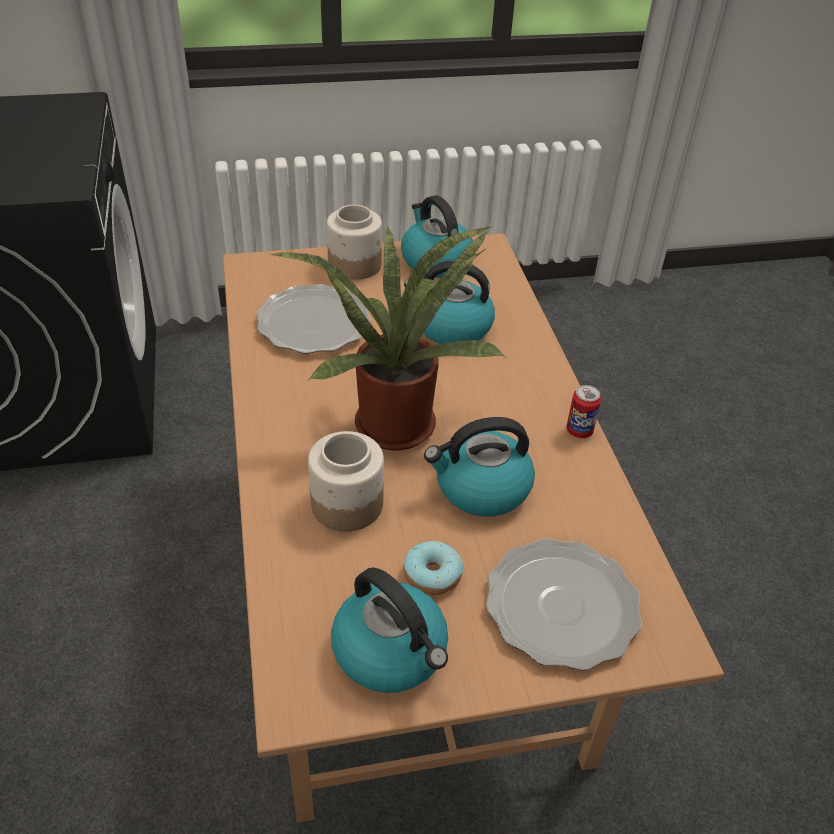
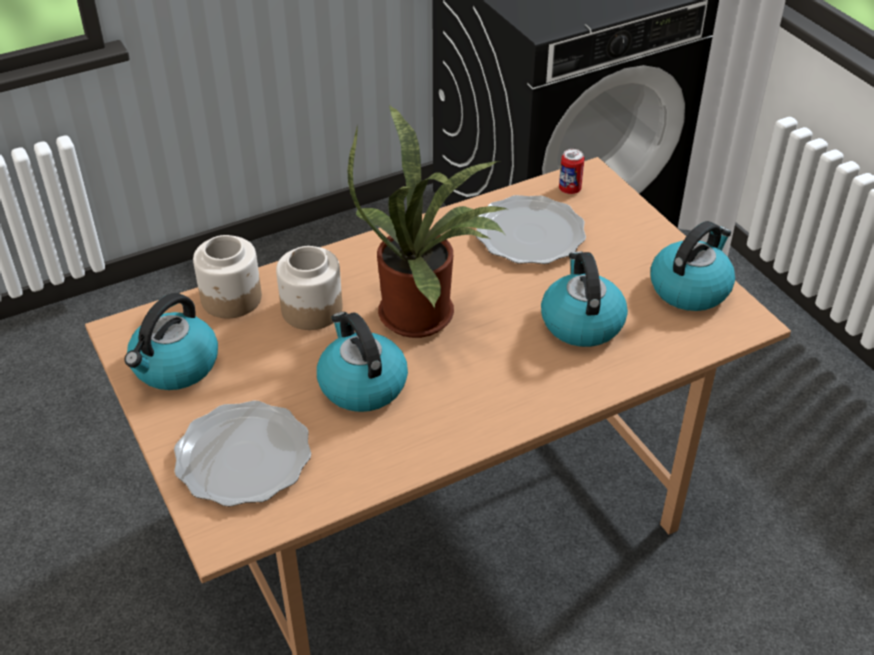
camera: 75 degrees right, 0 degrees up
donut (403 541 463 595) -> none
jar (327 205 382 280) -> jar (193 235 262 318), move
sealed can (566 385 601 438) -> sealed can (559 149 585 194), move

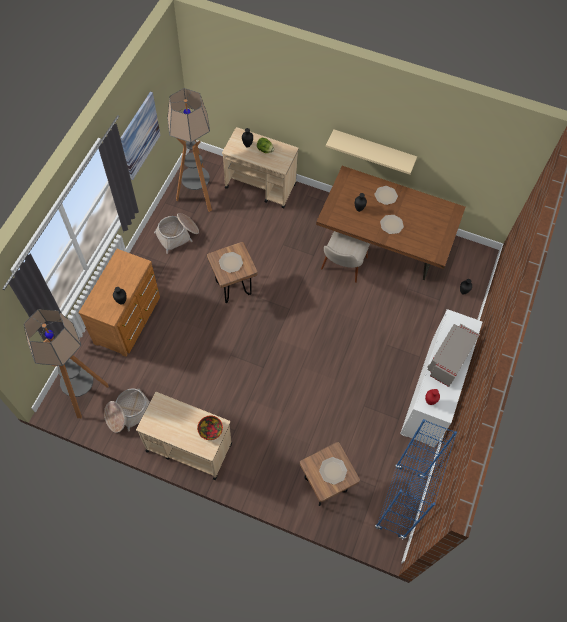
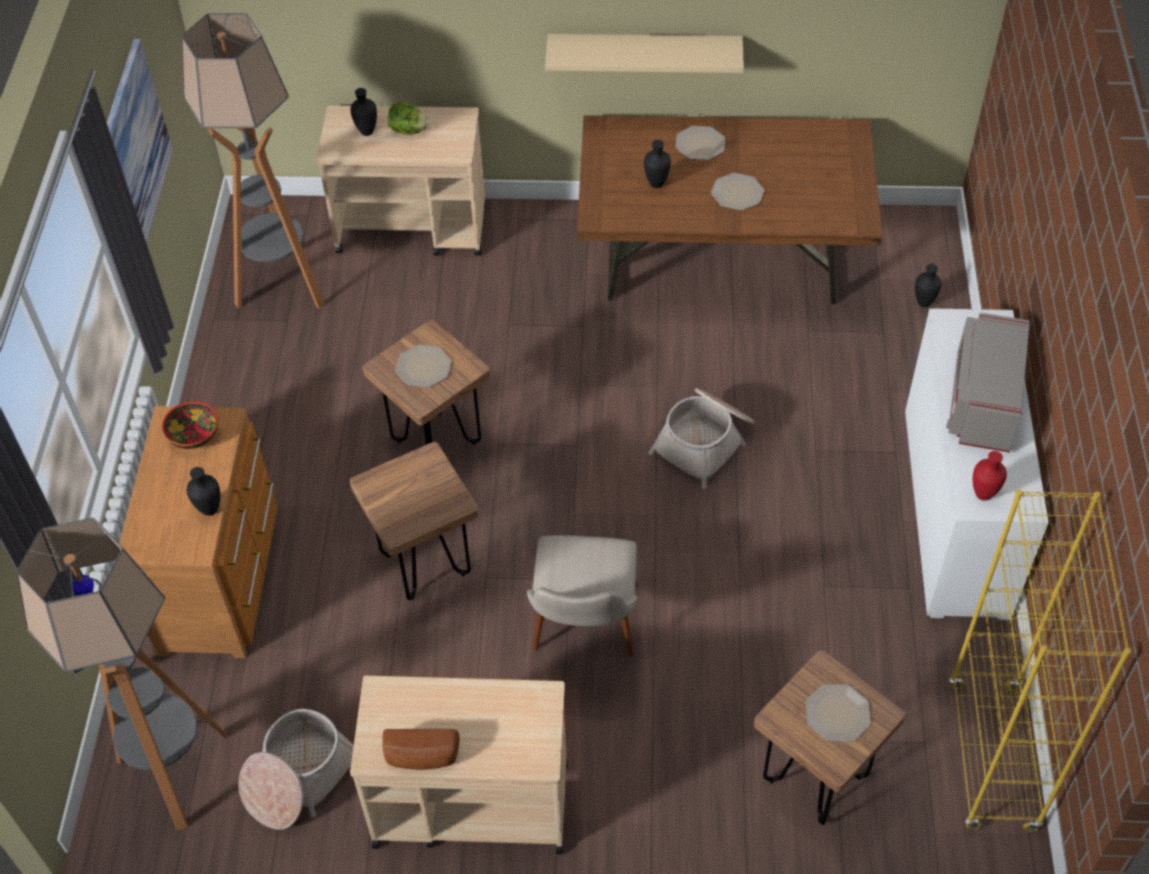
camera: 15 degrees left, 10 degrees down
none -> brown-coloured sitting stool (350 442 479 600)
none -> bakery bread (382 729 459 770)
household basket (154 213 199 254) -> household basket (648 388 754 489), move
bowl (197 416 223 440) -> bowl (162 401 218 449), move
beige-coloured plain chair (321 231 370 283) -> beige-coloured plain chair (527 535 637 656), move
blue-coloured bookcase (375 419 457 539) -> yellow-coloured bookcase (949 490 1131 832)

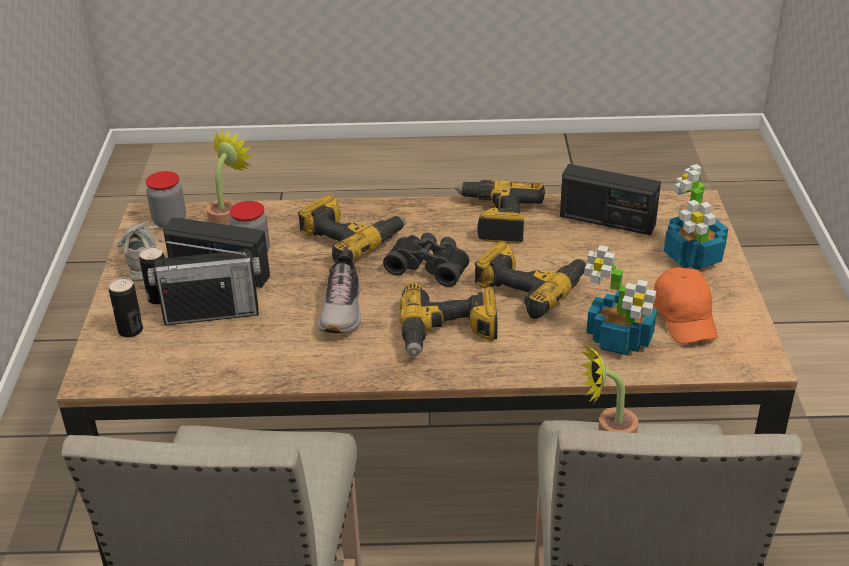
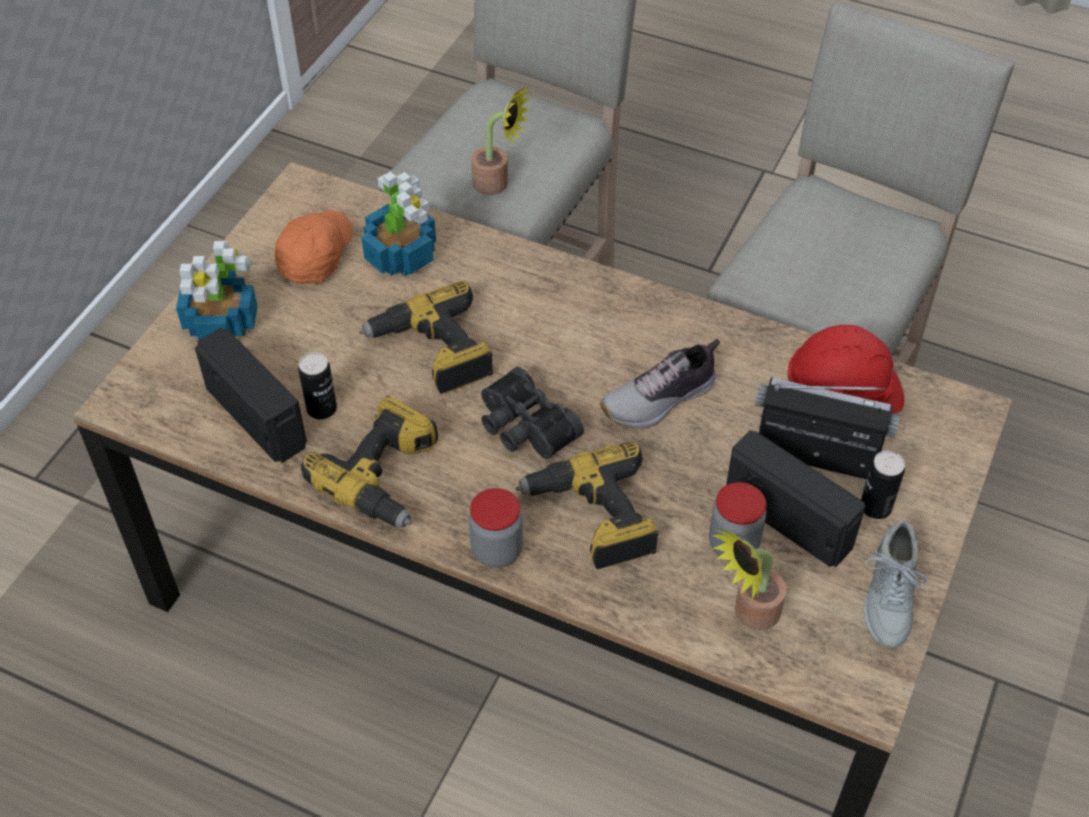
camera: 155 degrees left, 15 degrees up
drill (399 282 498 357) -> none
none -> reddish hard hat (787 325 904 413)
sealed can (109 278 143 337) -> sealed can (298 352 337 419), move
jar (146 171 186 228) -> jar (469 488 523 568), move
item of footwear (318 247 361 333) -> item of footwear (600 339 720 429), 150 degrees counterclockwise

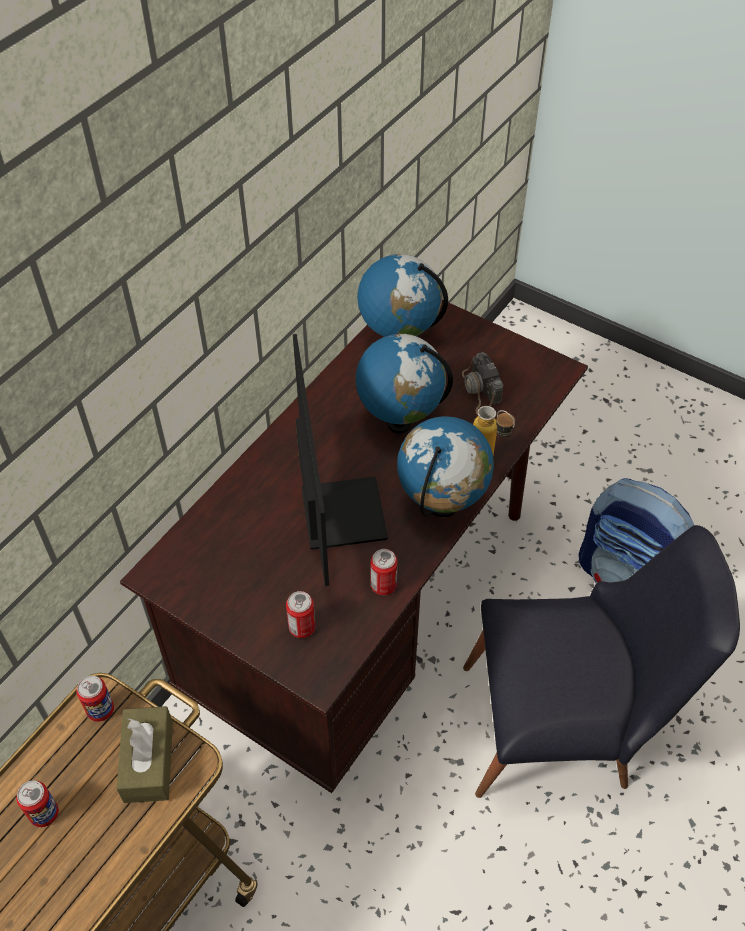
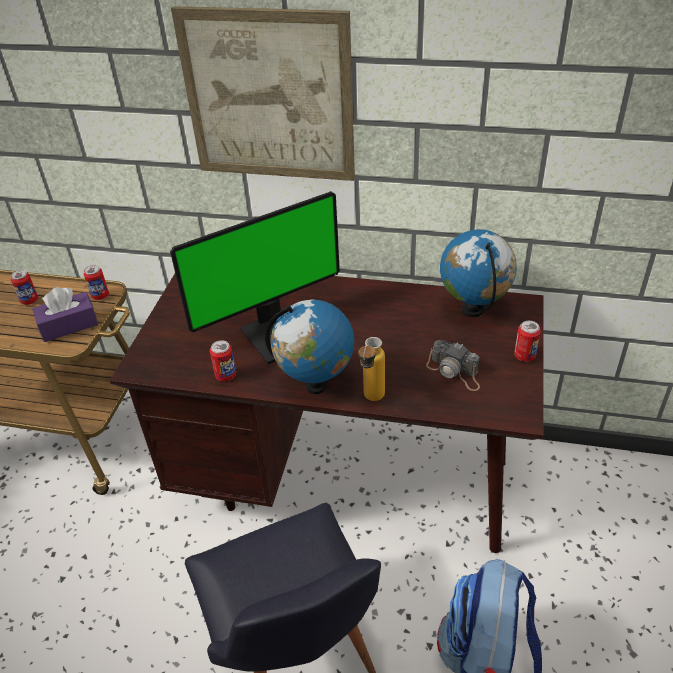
camera: 70 degrees right, 10 degrees down
desk globe (356 334 453 434) -> none
none -> wall art (171 6 355 181)
sealed can (286 591 316 638) -> sealed can (514 321 541 362), move
brown-coloured tissue holder (116 706 173 803) -> purplish tissue holder (32 287 98 342)
still camera (462 352 503 415) -> still camera (426 340 480 391), 105 degrees counterclockwise

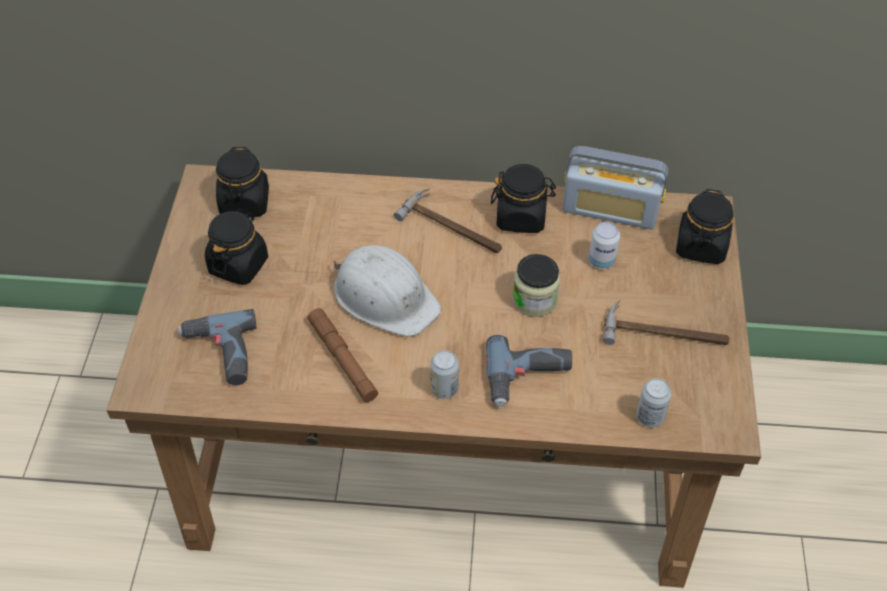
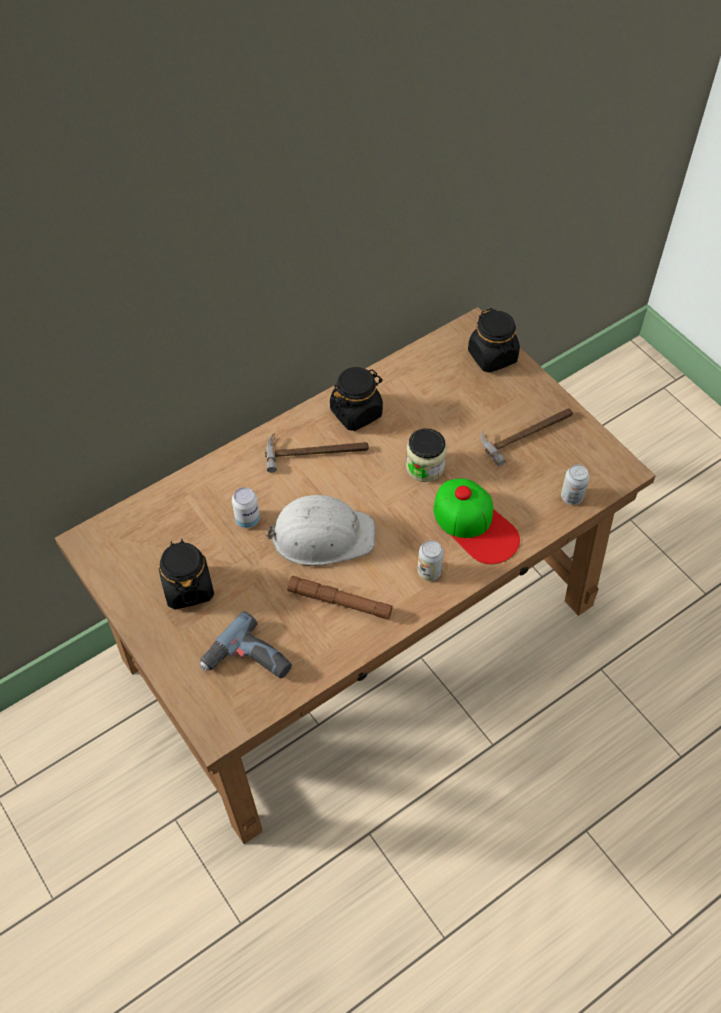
camera: 40 degrees left, 5 degrees up
blackish jar (216 147 269 218) -> none
radio set (562 146 668 229) -> none
sealed can (589 222 620 269) -> sealed can (232 487 260 528), move
drill (486 335 572 407) -> cap (433 479 520 564)

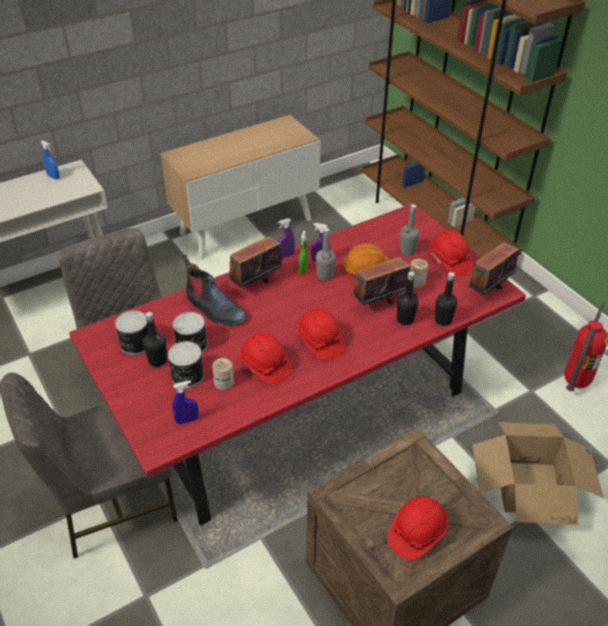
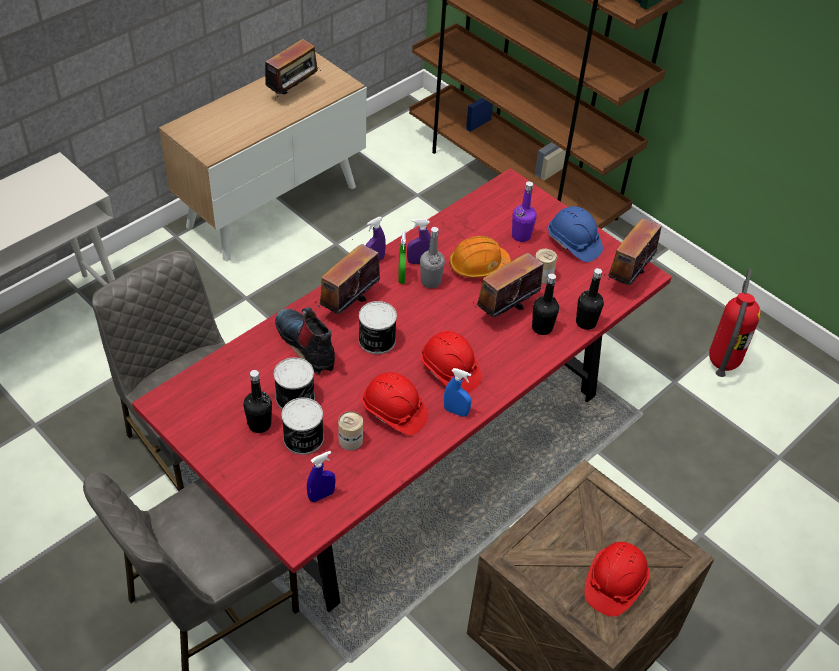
camera: 15 degrees left, 5 degrees up
cardboard box (472 422 604 525) -> none
none -> radio set (259 39 321 100)
blue-coloured hand sprayer (41 140 60 179) -> blue-coloured hand sprayer (444 368 471 417), move
sealed can (115 310 149 355) -> sealed can (359 301 397 354), move
grey bottle (400 204 420 256) -> purplish bottle (512 181 537 242)
reddish hard hat (429 230 472 276) -> blue-coloured hard hat (548 206 603 262)
high-top boot (182 255 246 326) -> high-top boot (275 307 335 374), 150 degrees counterclockwise

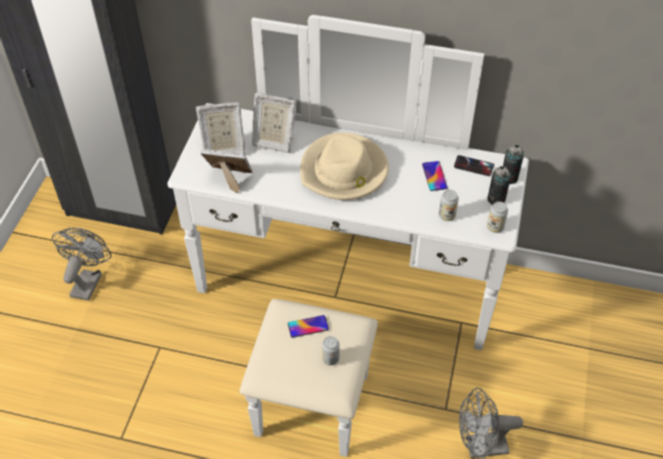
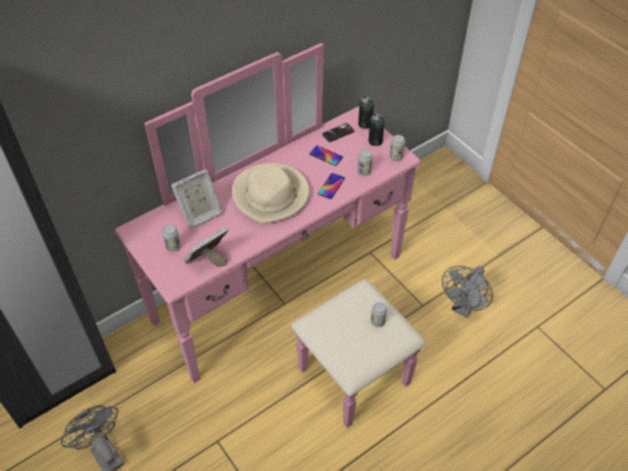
camera: 50 degrees left, 0 degrees up
telephone (288 315 329 338) -> telephone (318 173 345 199), move
standing frame (196 102 245 154) -> sealed can (162 225 181 252)
white-coloured dresser (167 15 529 457) -> pinkish dresser (115 43 426 428)

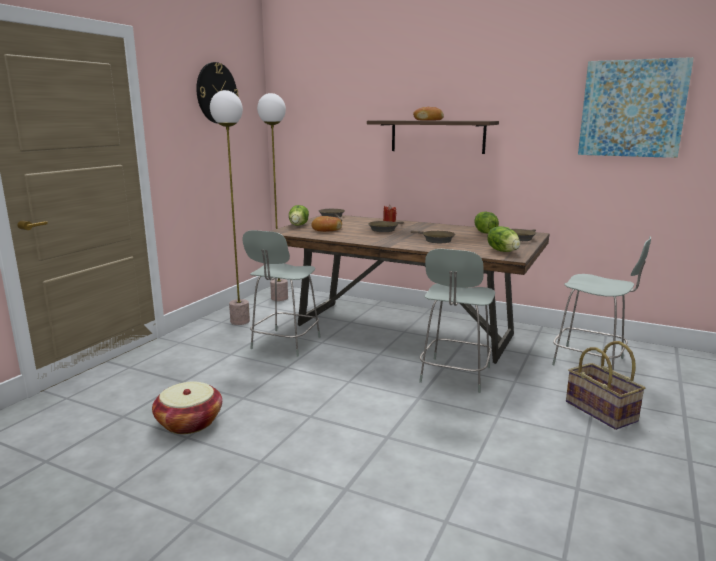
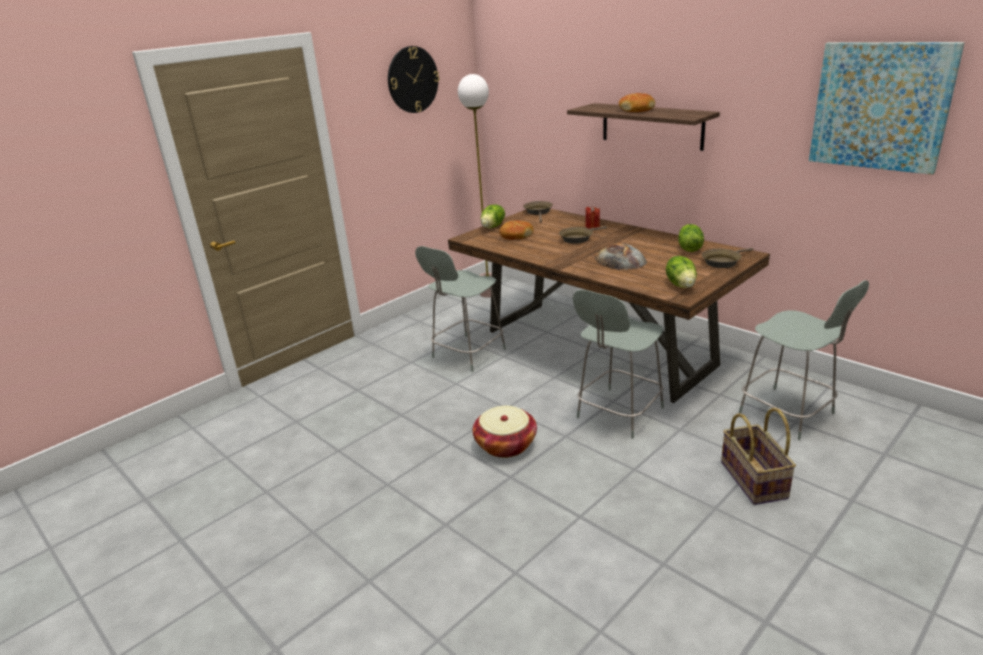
camera: 20 degrees right, 10 degrees up
floor lamp (210 90 250 325) -> none
household basket (152 382 222 434) -> household basket (473 406 537 458), move
brown-coloured pan (411 231 455 243) -> bakery bread (595 243 647 270)

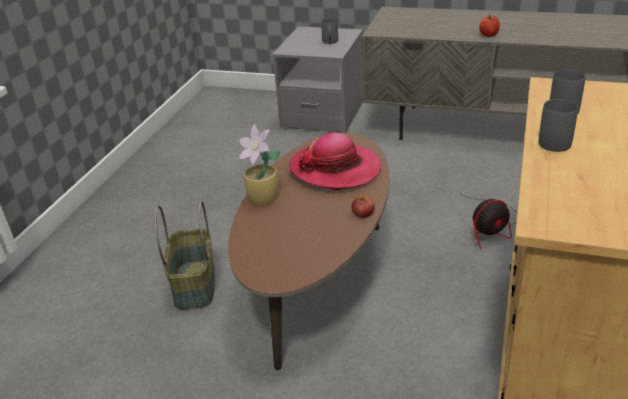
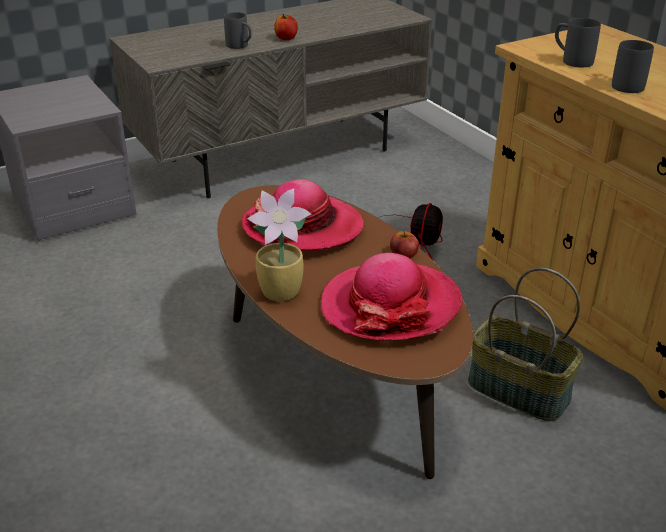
camera: 50 degrees left, 0 degrees up
none -> clothing hat (321 253 463 341)
household basket (155 201 215 310) -> household basket (468 268 583 421), move
grey mug (321 18 338 44) -> grey mug (224 12 252 49), move

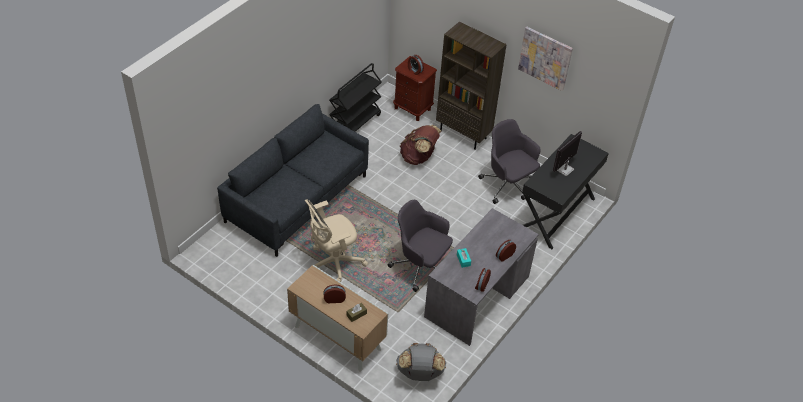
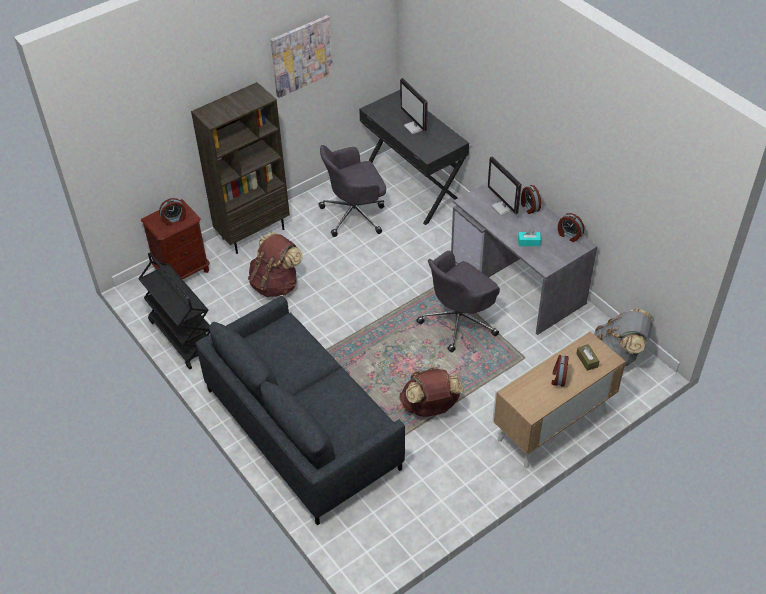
camera: 70 degrees left, 0 degrees up
none -> computer display (488 157 521 216)
beige-coloured desk chair (305 199 368 282) -> brown-coloured knapsack (399 367 463 417)

